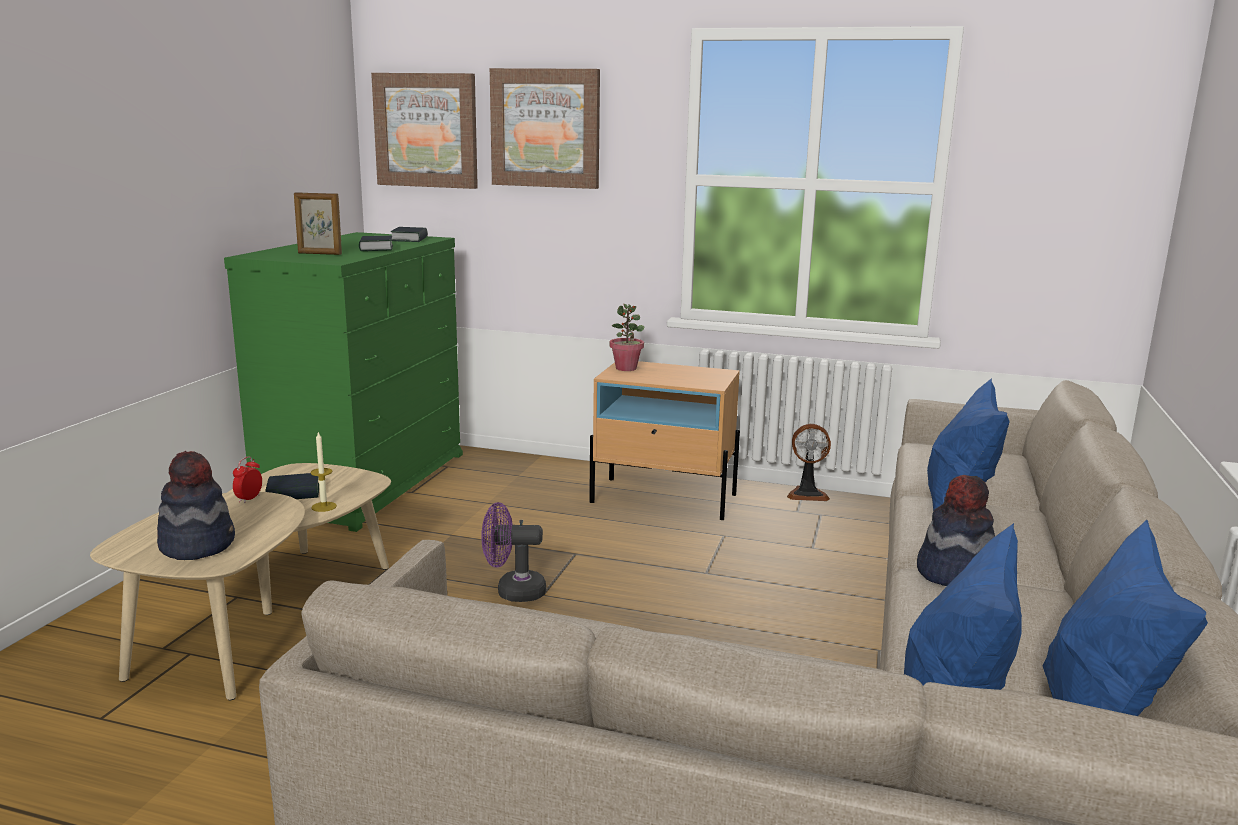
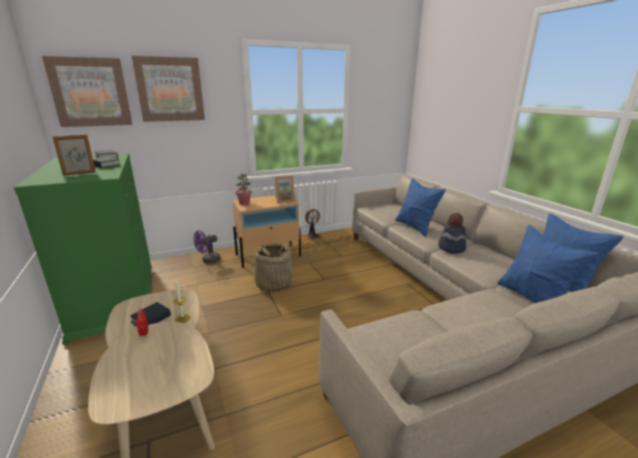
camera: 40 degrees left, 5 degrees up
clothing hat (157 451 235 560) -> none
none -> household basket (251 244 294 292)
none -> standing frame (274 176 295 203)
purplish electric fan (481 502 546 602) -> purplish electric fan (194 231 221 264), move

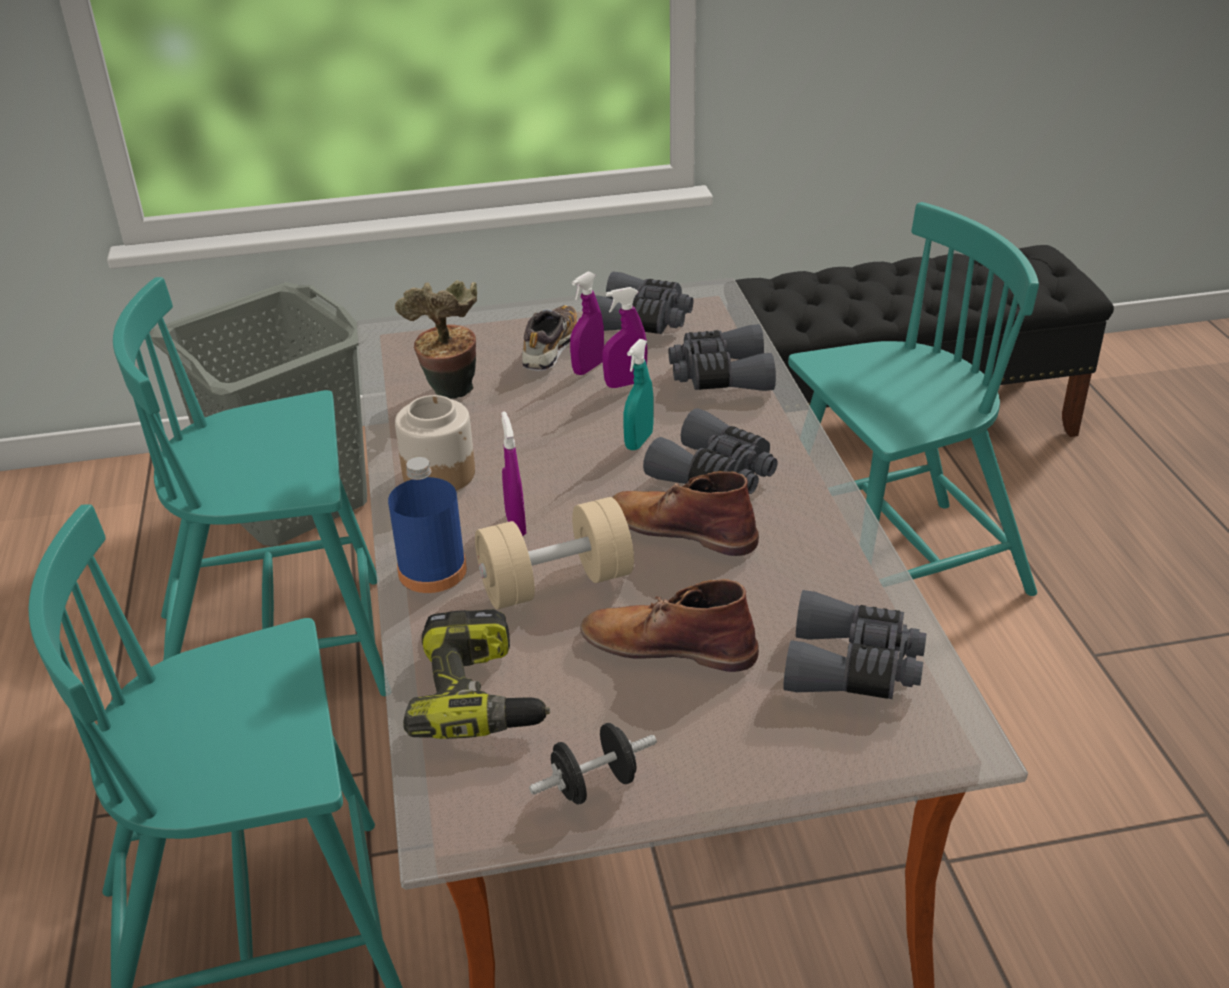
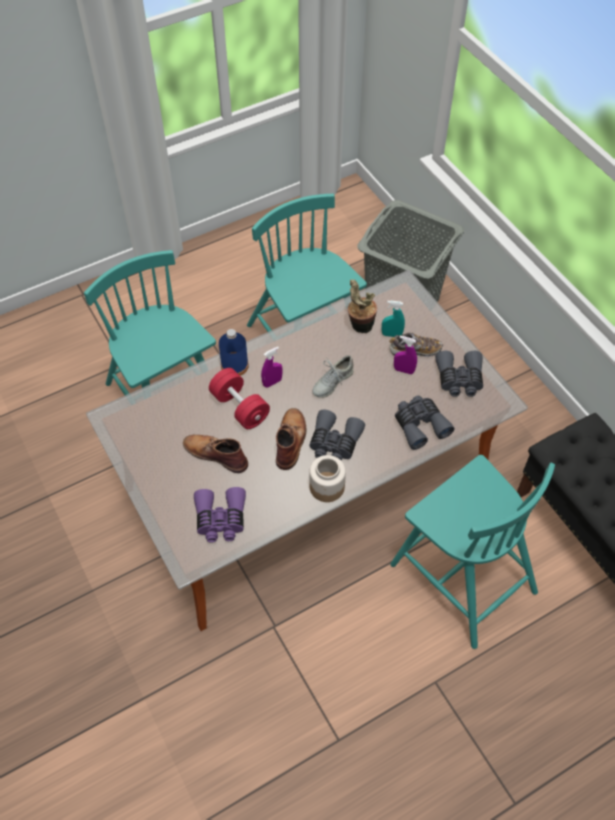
camera: 70 degrees right, 20 degrees up
drill (403 609 550 739) -> none
blackish hand weight (529 723 657 805) -> none
purplish hand sprayer (603 287 647 388) -> none
none -> grey item of footwear (313 355 354 398)
jar (395 395 475 491) -> jar (309 455 346 502), move
blue-green hand sprayer (623 339 654 450) -> blue-green hand sprayer (382 300 405 337), move
beige-coloured hand weight (475 497 634 609) -> reddish hand weight (209 368 270 429)
grey field glasses (783 590 927 699) -> purplish field glasses (194 487 246 543)
brown-coloured high-top boot (580 579 759 672) -> brown-coloured high-top boot (183 435 248 473), 60 degrees counterclockwise

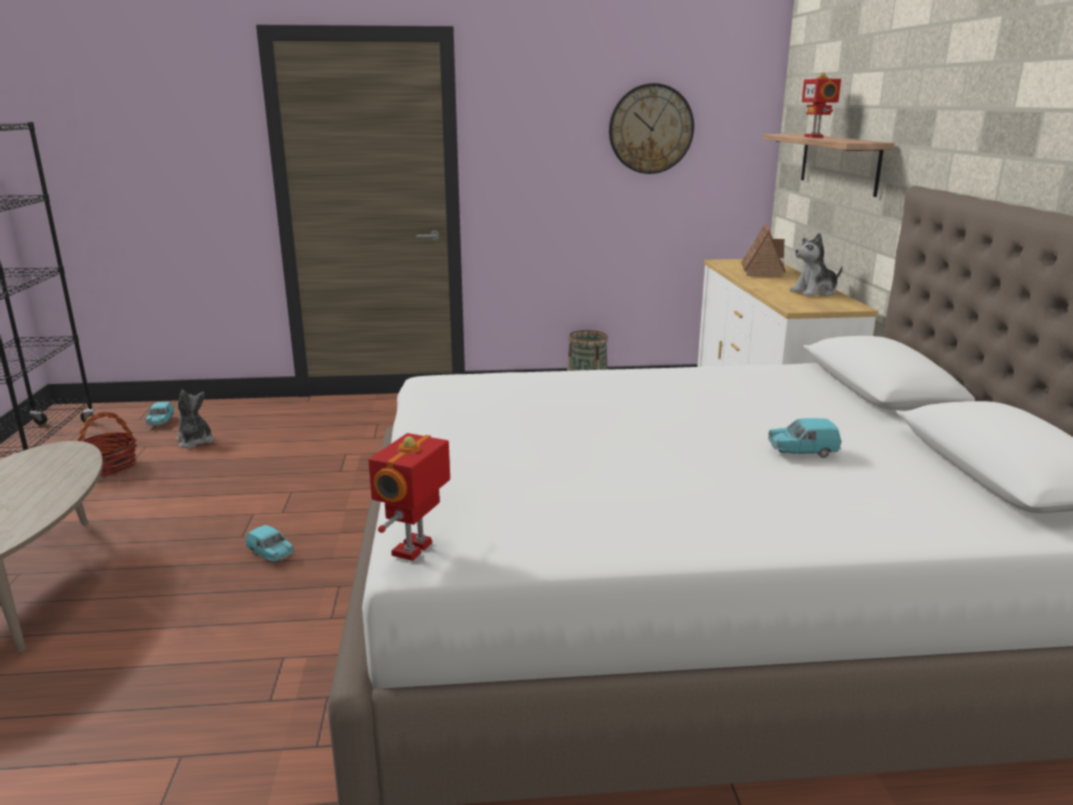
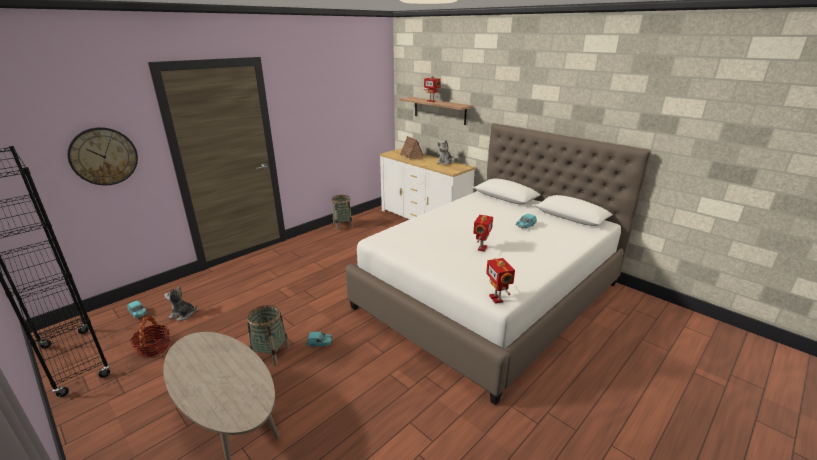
camera: 40 degrees left, 5 degrees up
none -> household basket (247 305 289 365)
none -> model robot (473 215 493 252)
clock on the wall (609 83 694 174) -> clock on the wall (67 127 138 185), move

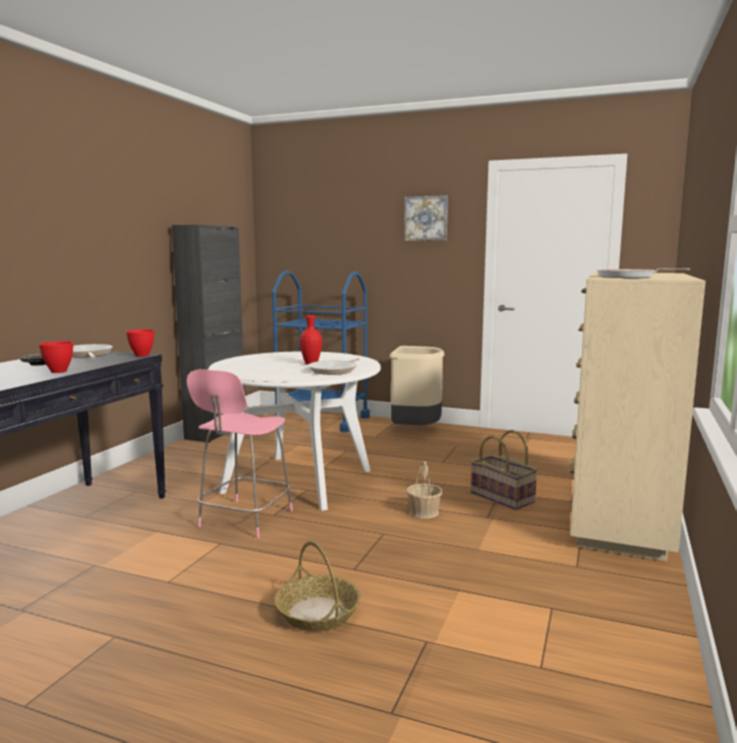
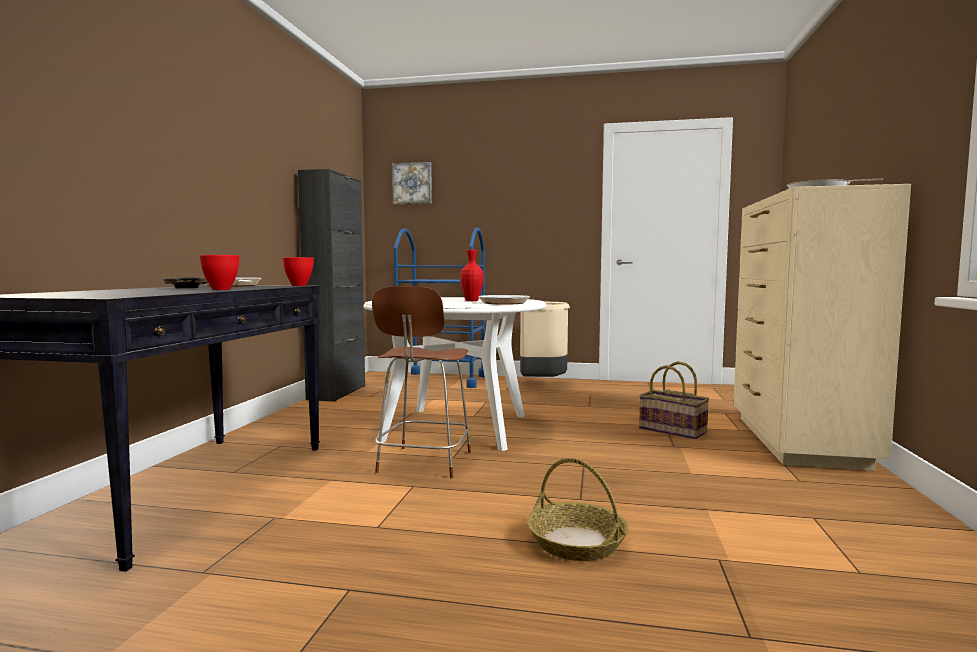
camera: 10 degrees left, 5 degrees down
household basket (406 461 443 519) -> none
wall art (404 195 448 241) -> wall art (392 162 432 204), move
pinkish plain chair (187 369 293 538) -> brown-coloured plain chair (372 286 471 478)

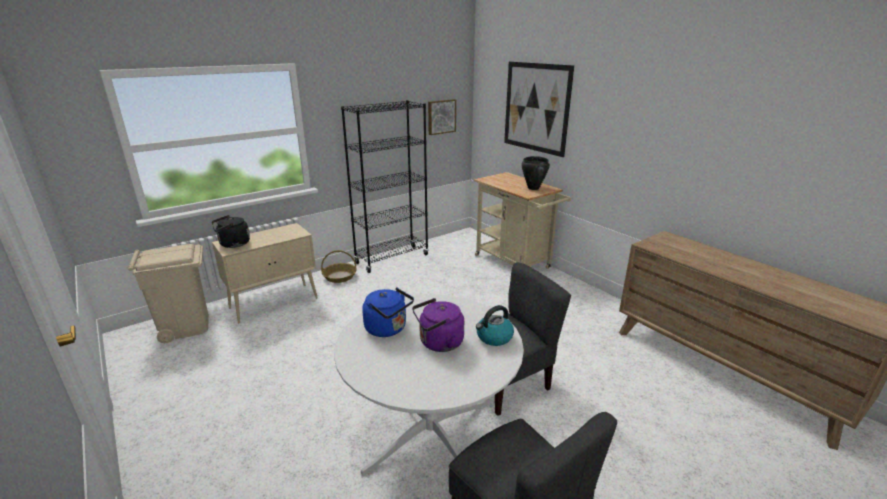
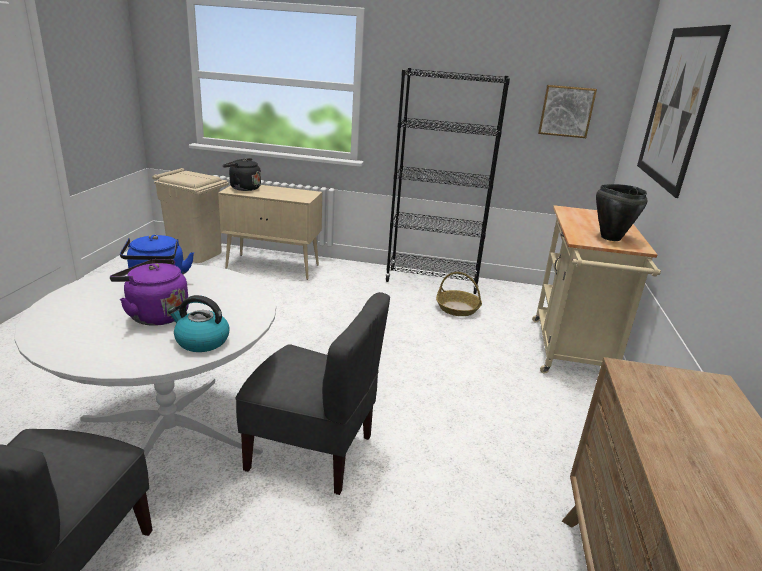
camera: 45 degrees right, 0 degrees up
household basket (321 250 357 283) -> household basket (436 272 482 316), move

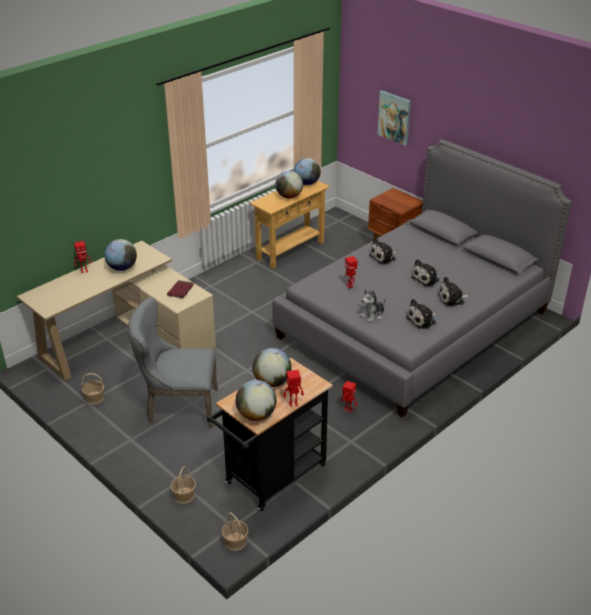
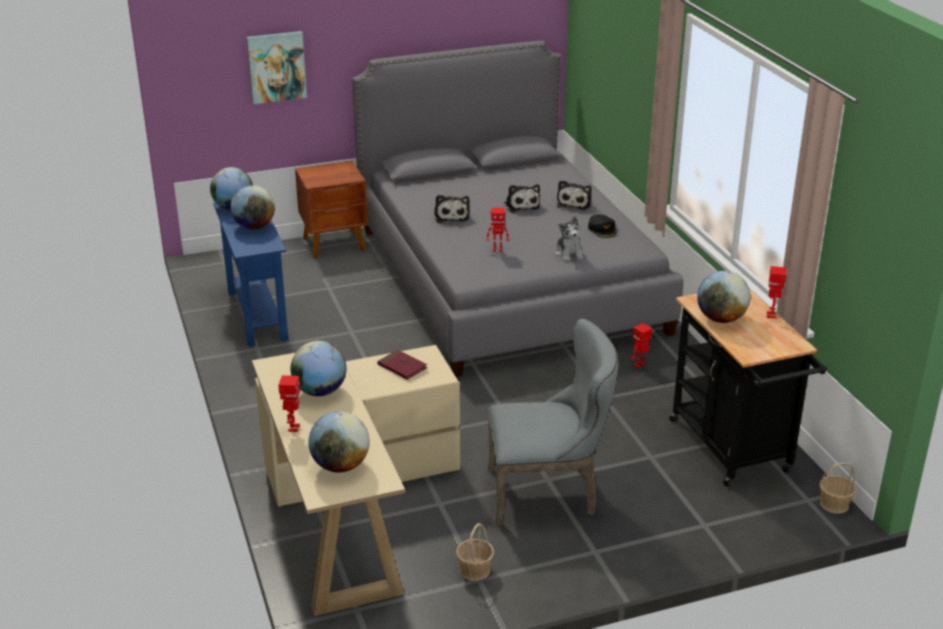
camera: 65 degrees left, 5 degrees down
household basket (170 466 196 504) -> none
desk globe (236 380 276 421) -> desk globe (308 411 370 472), move
cuddly toy (406 299 437 329) -> blackish cap (588 214 617 238)
beige-coloured narrow table (250 181 330 269) -> blue-coloured narrow table (213 202 288 347)
grey plain chair (128 297 218 428) -> grey plain chair (488 319 618 526), 120 degrees counterclockwise

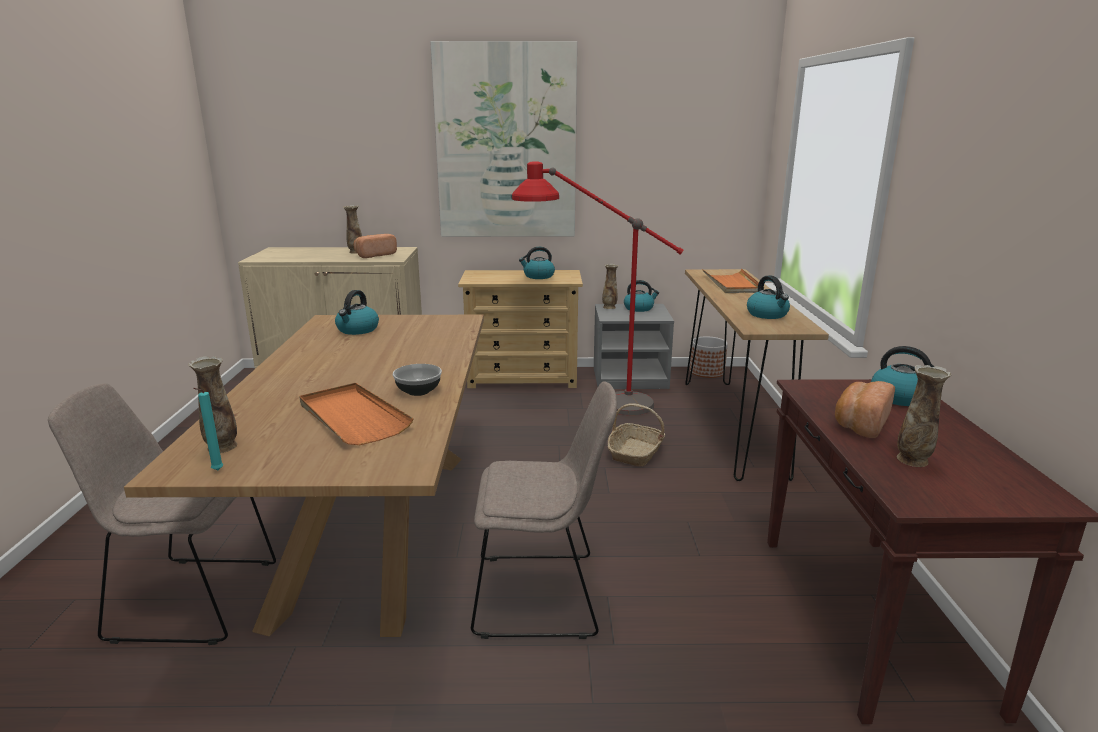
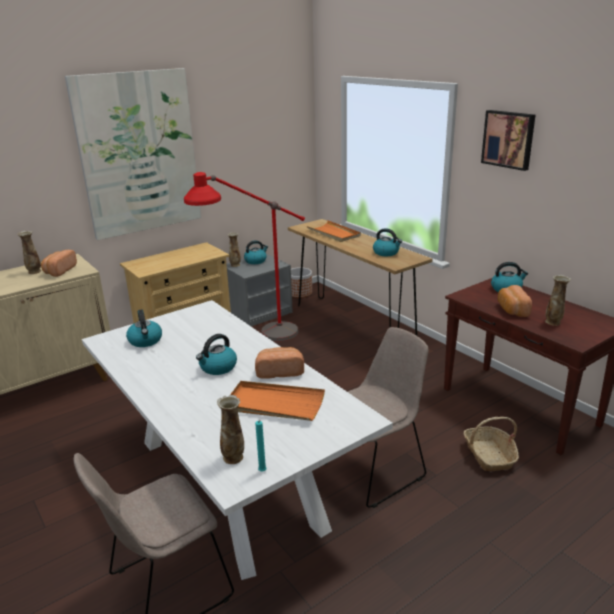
camera: 35 degrees left, 5 degrees up
none -> wall art (481 110 535 171)
tea kettle (519 247 555 279) -> tea kettle (196 334 237 375), move
household basket (608 404 665 466) -> household basket (464 417 519 471), move
bowl (393 364 442 396) -> bakery bread (255 347 304 379)
brown-coloured kitchen table (124 315 484 637) -> white-coloured kitchen table (82 300 393 580)

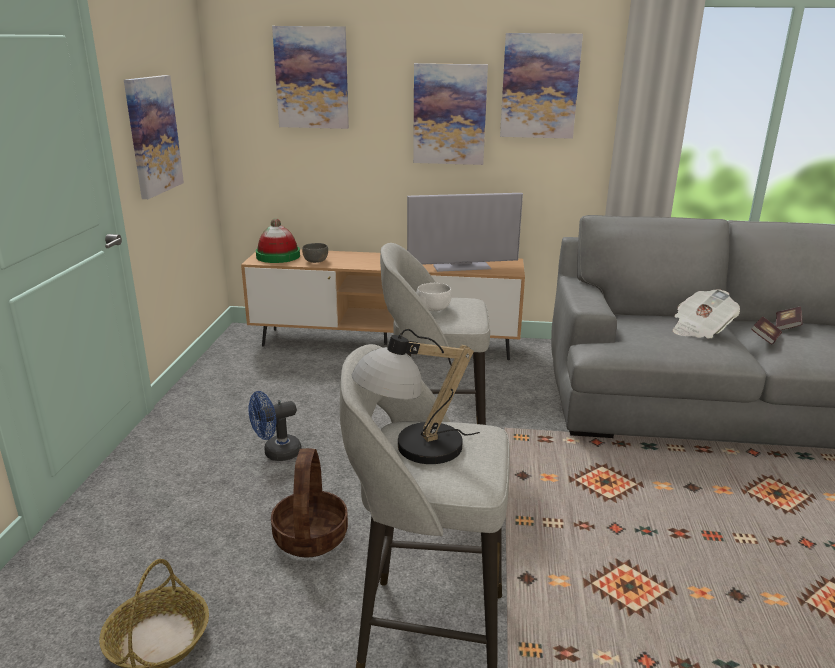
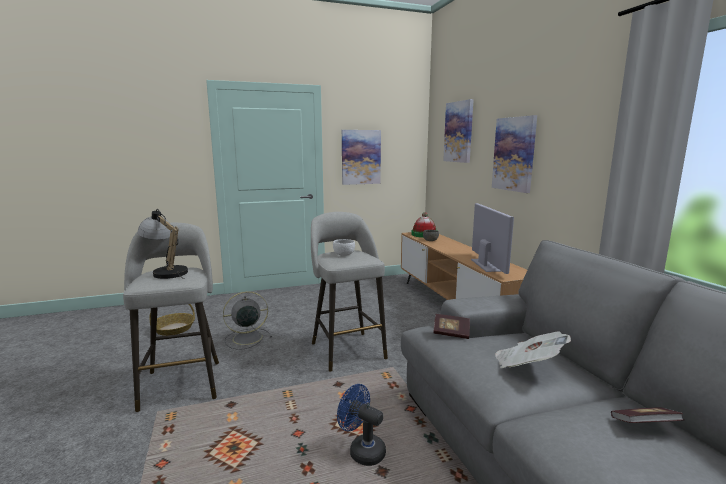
camera: 65 degrees right, 10 degrees down
wall art (500 33 583 139) -> none
blue-coloured electric fan (248 391 302 461) -> blue-coloured electric fan (337 384 386 466), move
book (751 316 782 345) -> book (433 314 470 339), move
household basket (271 448 348 557) -> grey electric fan (223 291 272 350)
TV (407 193 523 272) -> TV (471 203 514 274), 150 degrees counterclockwise

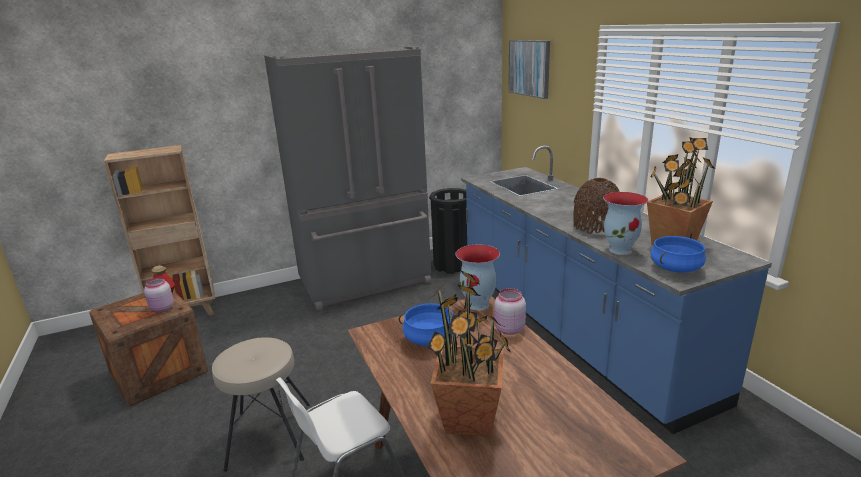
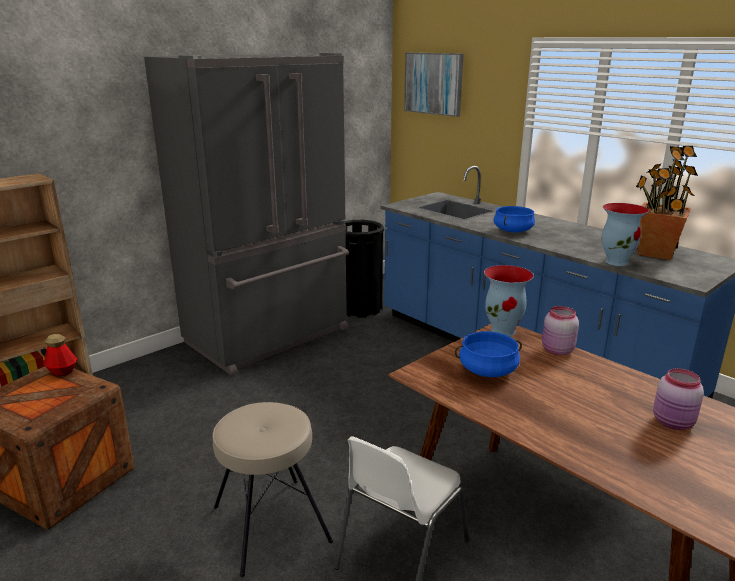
camera: 20 degrees left, 0 degrees up
houseplant (426 270 512 437) -> none
brown-coloured flower vase (573 178 620 234) -> none
pinkish jar (144 277 174 313) -> pinkish jar (653 368 704 430), move
blue-coloured cooking pot (650 236 706 273) -> blue-coloured cooking pot (494 206 535 232), move

